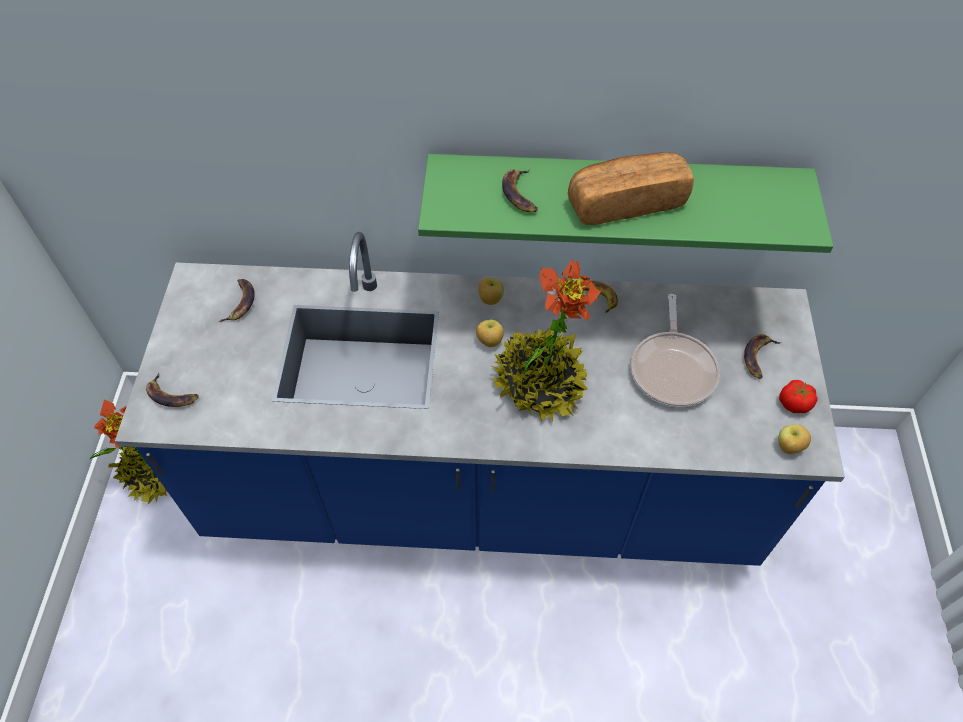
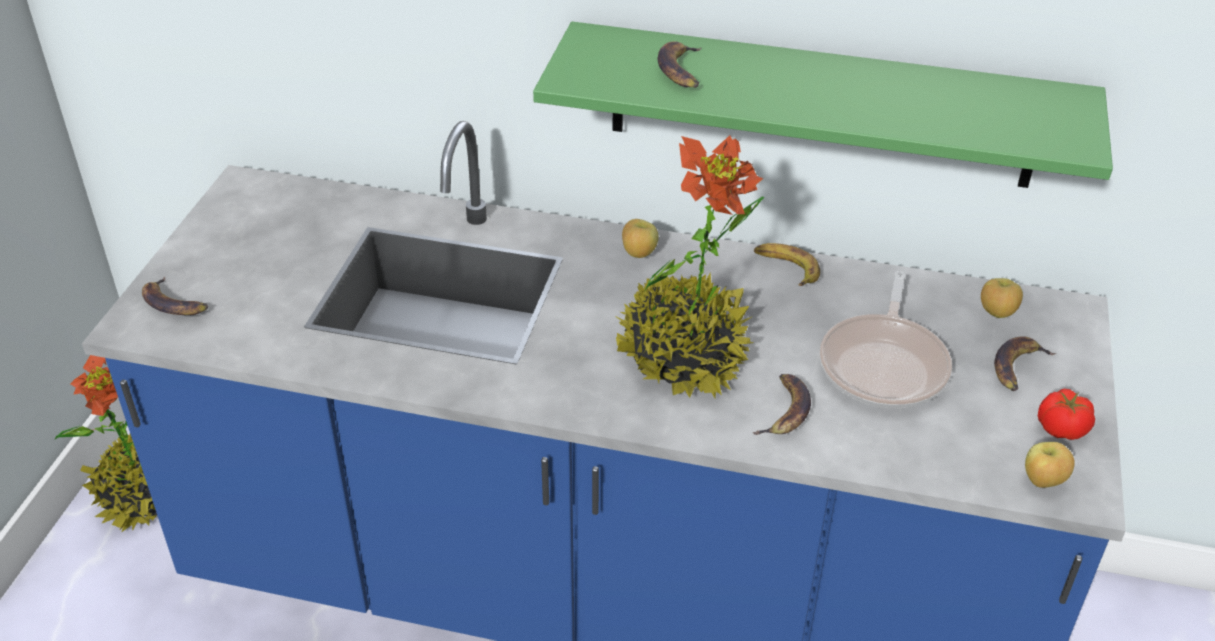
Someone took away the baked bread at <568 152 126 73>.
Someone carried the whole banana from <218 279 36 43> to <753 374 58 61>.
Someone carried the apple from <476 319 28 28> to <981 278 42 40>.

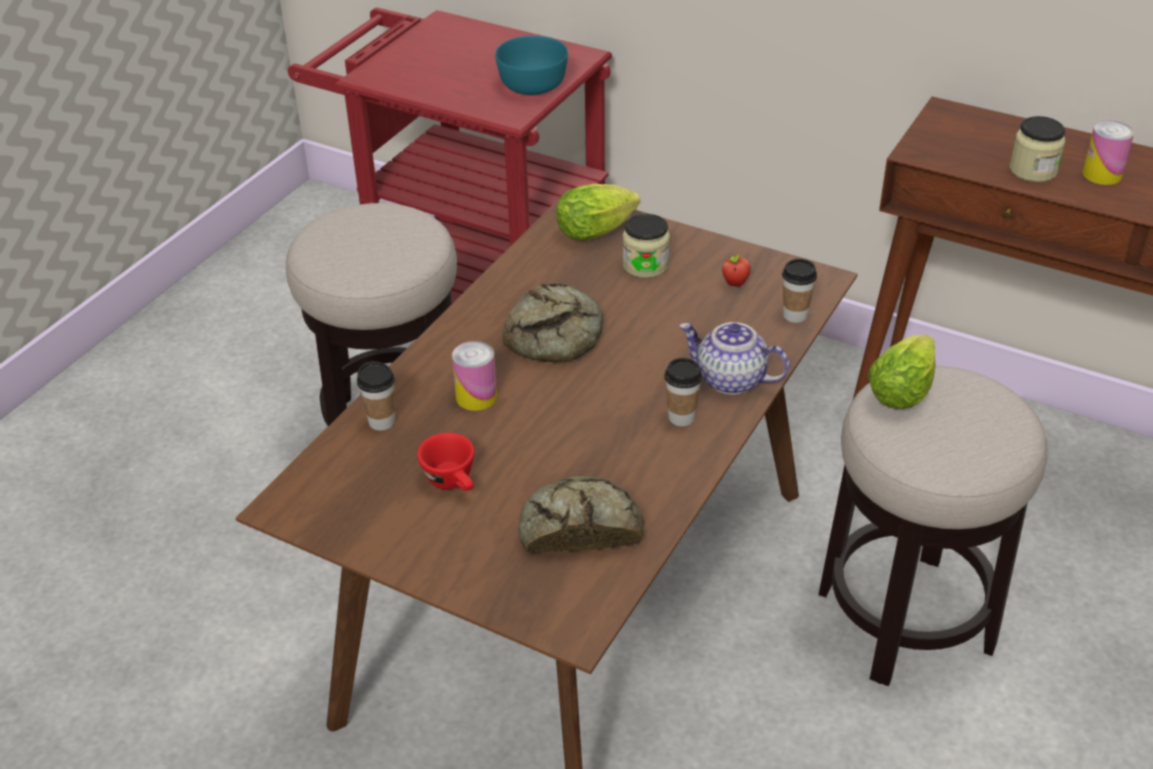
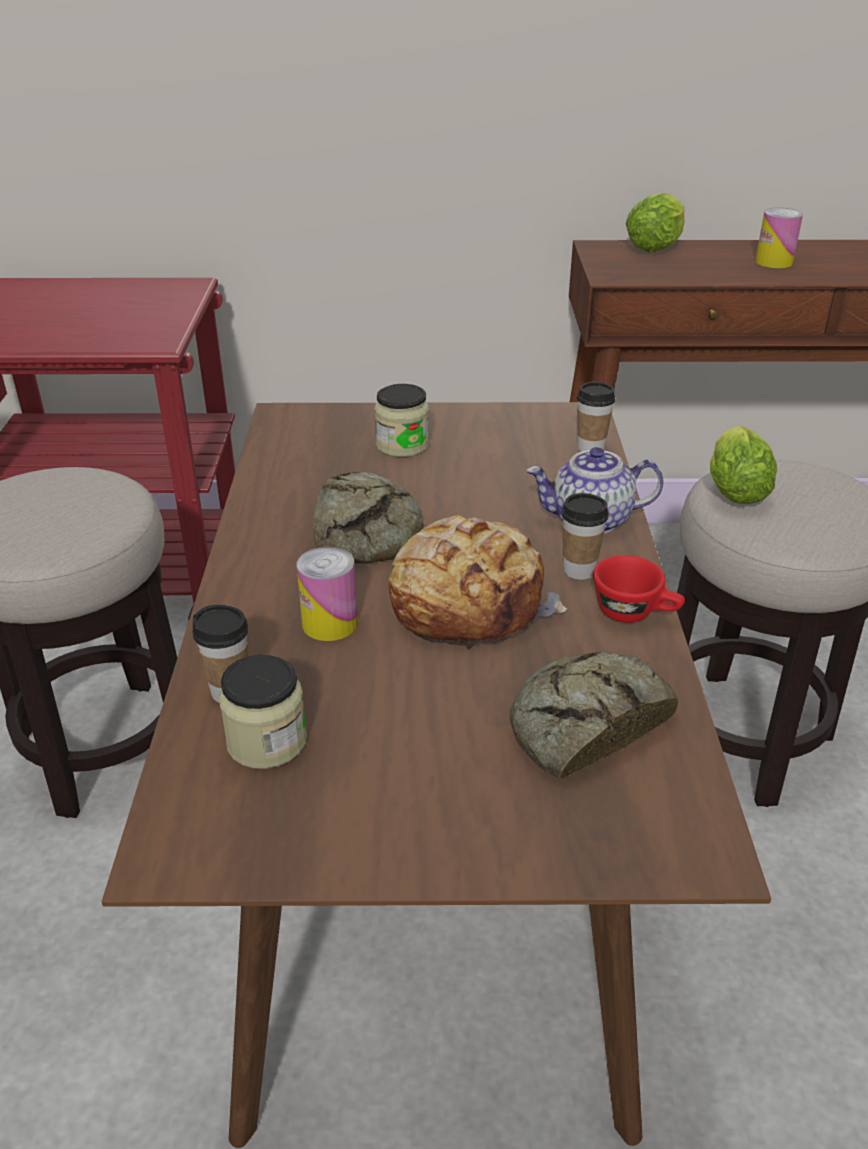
Someone took away the bowl (blue-green) at <495 36 73 59>.
Someone carried the jar from <1010 116 55 66> to <219 654 88 115>.
Someone carried the head of lettuce from <556 184 84 57> to <626 193 59 59>.
Someone took away the apple at <722 254 29 33>.
Someone carried the cup (reddish) from <417 433 58 58> to <593 555 92 68>.
Someone put down the baked bread at <388 515 179 135>.

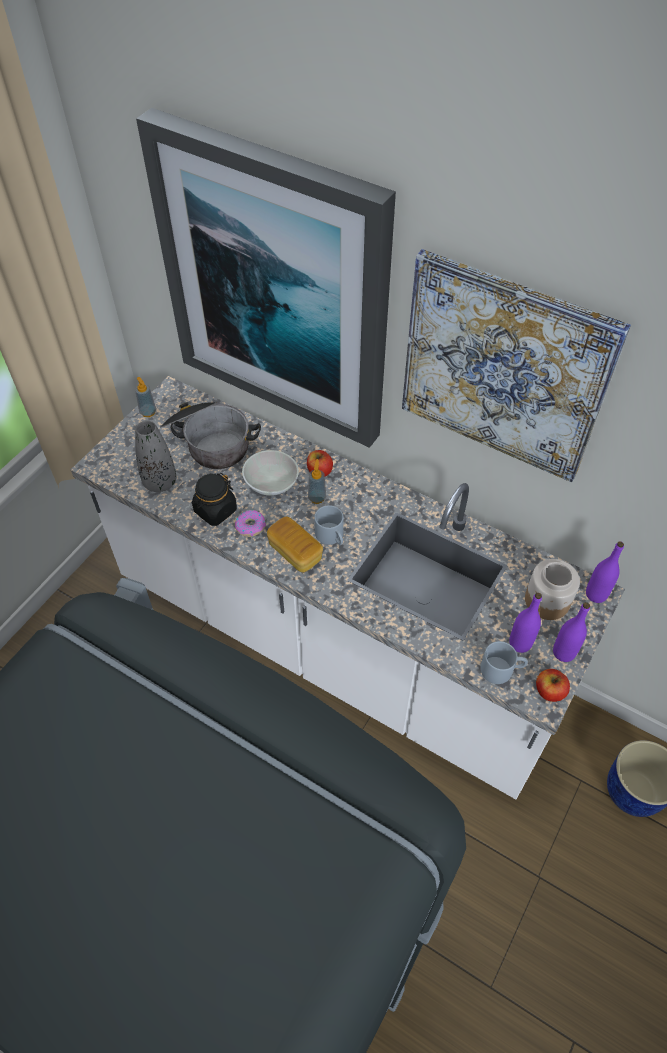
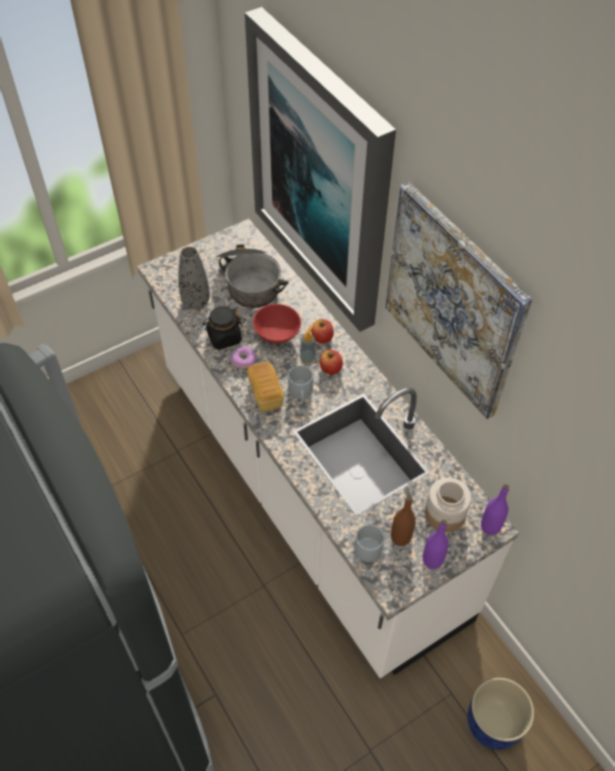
Someone took away the soap bottle at <135 377 21 40>.
Someone repainted the bowl (white) at <242 450 57 46>, which became the bowl (reddish) at <253 304 48 39>.
Someone repainted the drink bottle (purplish) at <509 593 33 60>, which became the drink bottle (brown) at <391 496 25 50>.
Someone carried the apple from <536 669 34 33> to <320 350 23 25>.

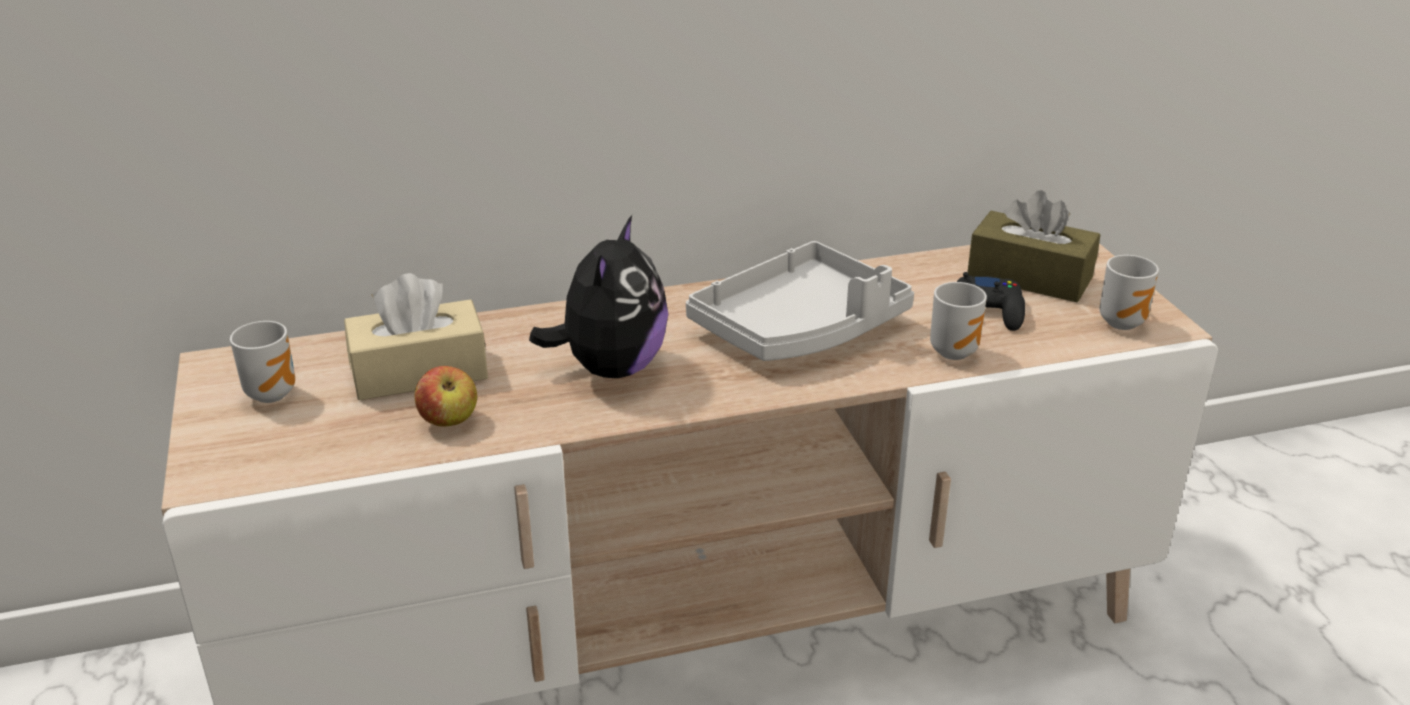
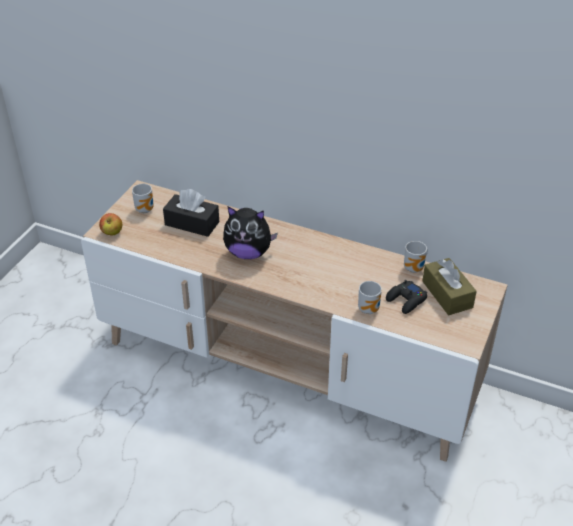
Someone rotated the plush toy at <529 215 139 163> by 45 degrees clockwise.
Someone took away the serving tray (gray) at <686 241 228 120>.
Someone carried the coffee mug from <1100 255 59 75> to <404 241 24 32>.
Someone repainted the tissue box (sand-coloured) at <344 273 144 127>, which became the tissue box (black) at <163 189 56 48>.
Someone carried the apple from <415 366 62 61> to <99 213 23 22>.

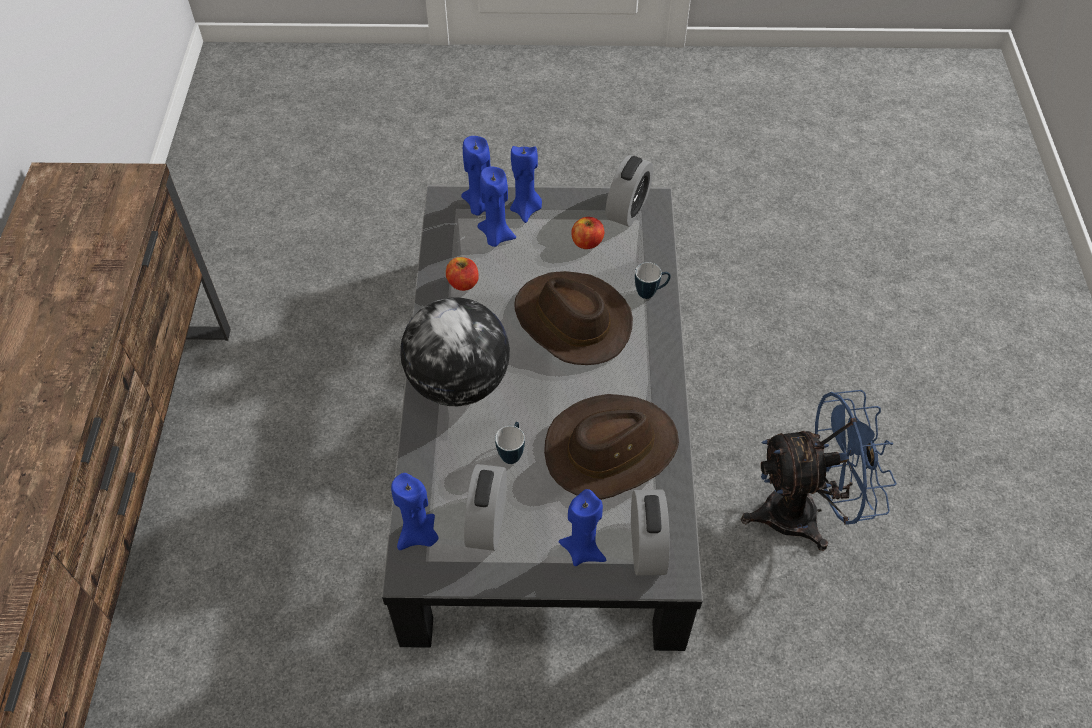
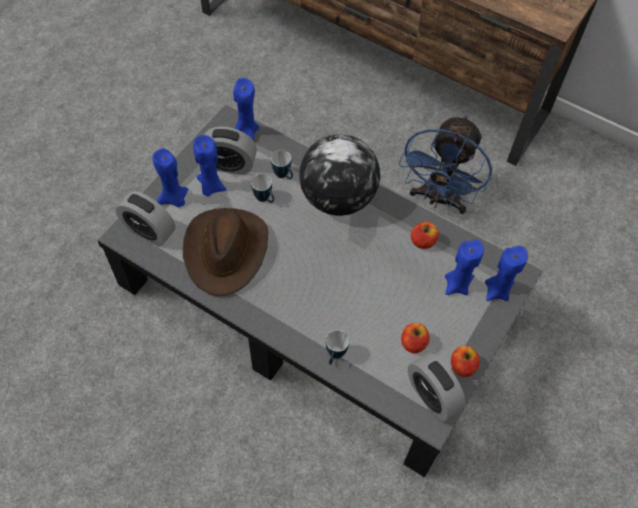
Someone carried the wax light (blue) from <510 146 32 77> to <193 135 34 61>.
Someone took away the hat (brown) at <515 271 118 94>.
Someone carried the cooling fan (blue) from <741 390 156 161> to <398 115 94 99>.
Someone rotated the table clock at <464 464 43 87> by 150 degrees clockwise.
Someone put down the coffee mug at <271 150 22 29>.
Someone put down the apple at <451 346 29 31>.

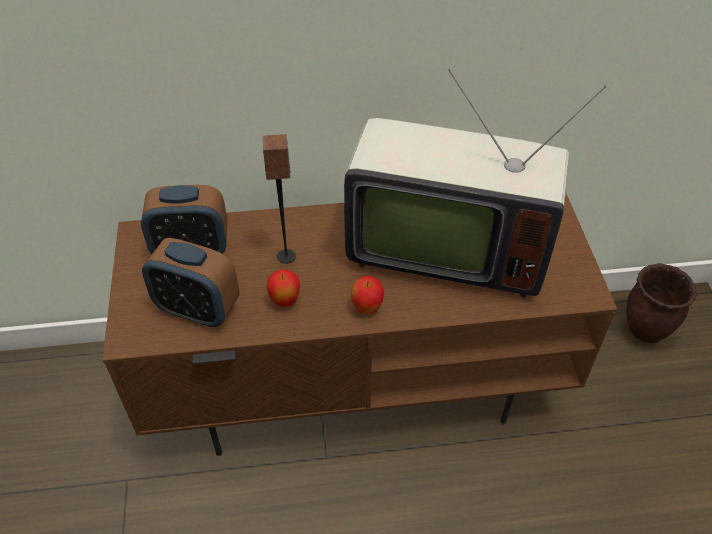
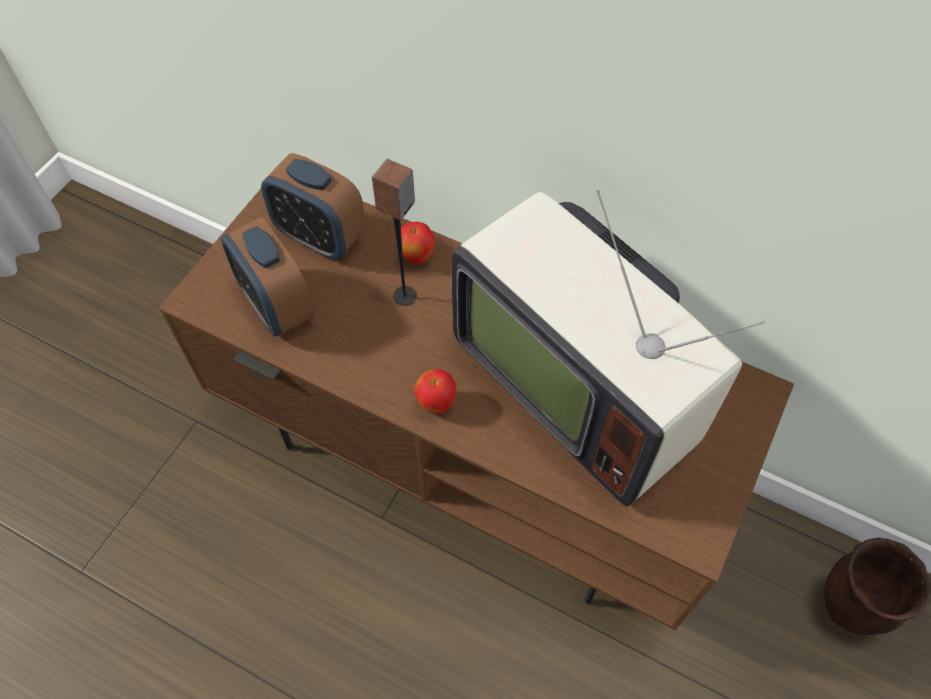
Someone carried the apple from <266 269 34 38> to <401 222 34 43>.

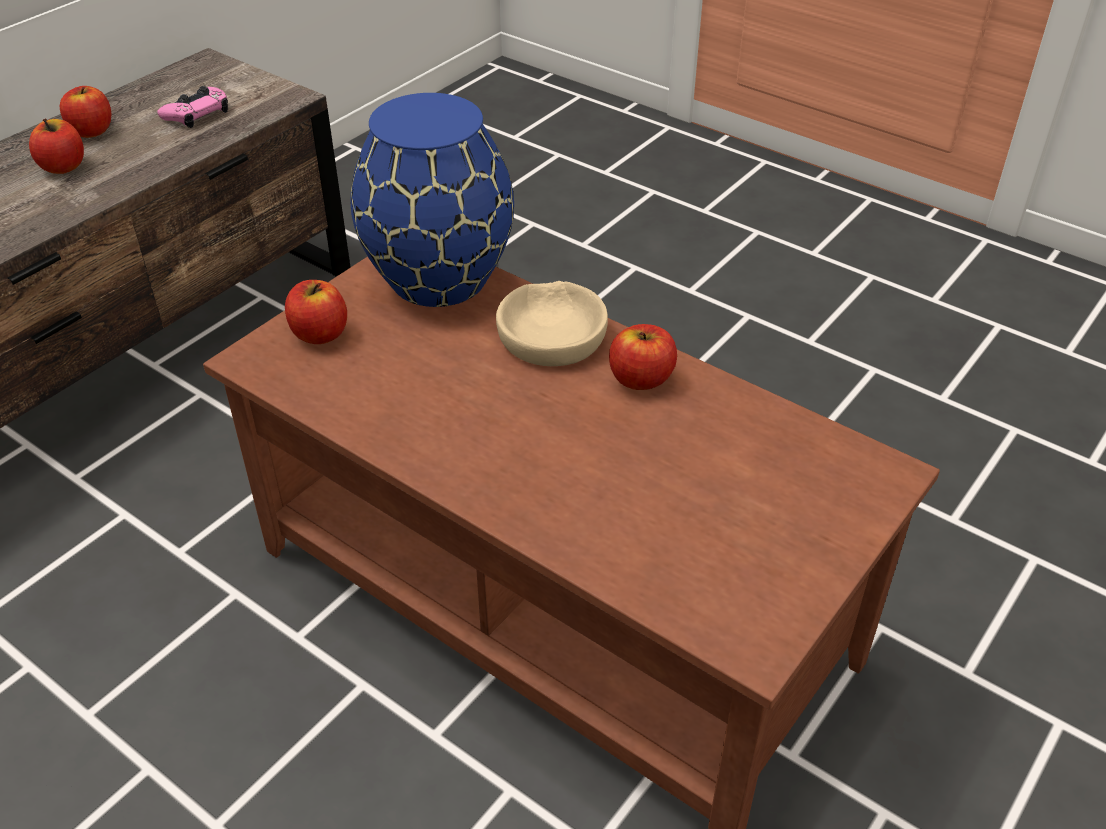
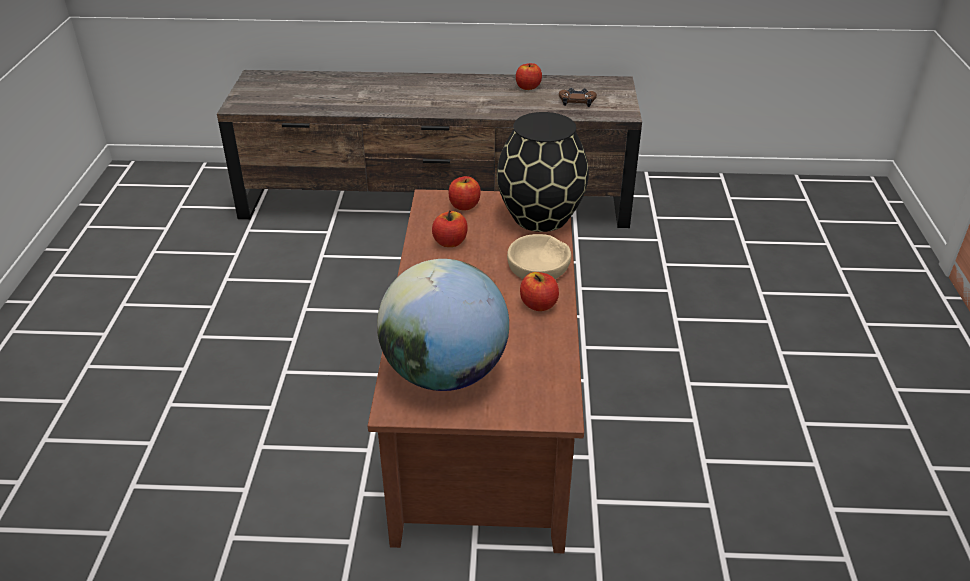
Someone repainted the joypad (pink) at <157 86 71 42>, which became the joypad (brown) at <559 88 38 19>.
Someone repainted the vase (blue) at <350 93 164 214>, which became the vase (black) at <497 112 92 120>.
Someone carried the apple from <29 119 55 55> to <432 210 36 37>.
Someone put down the world globe at <377 259 132 132>.

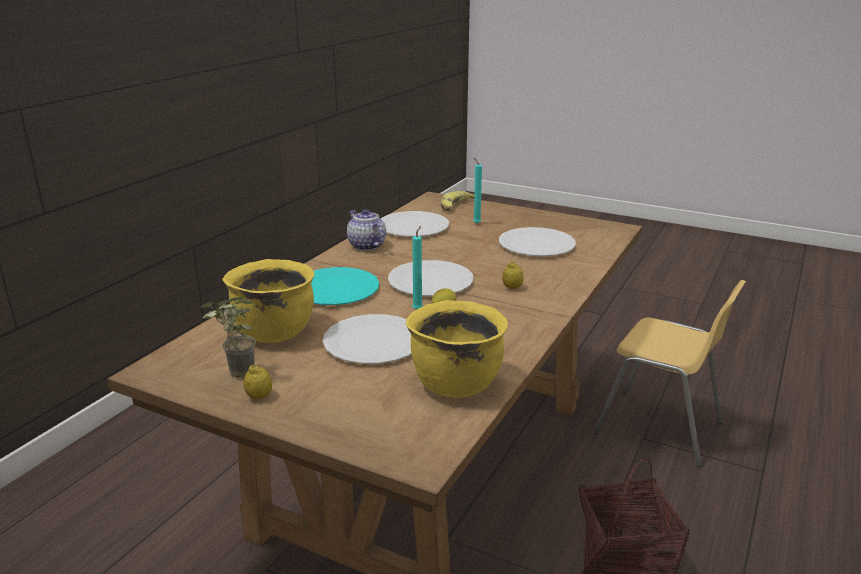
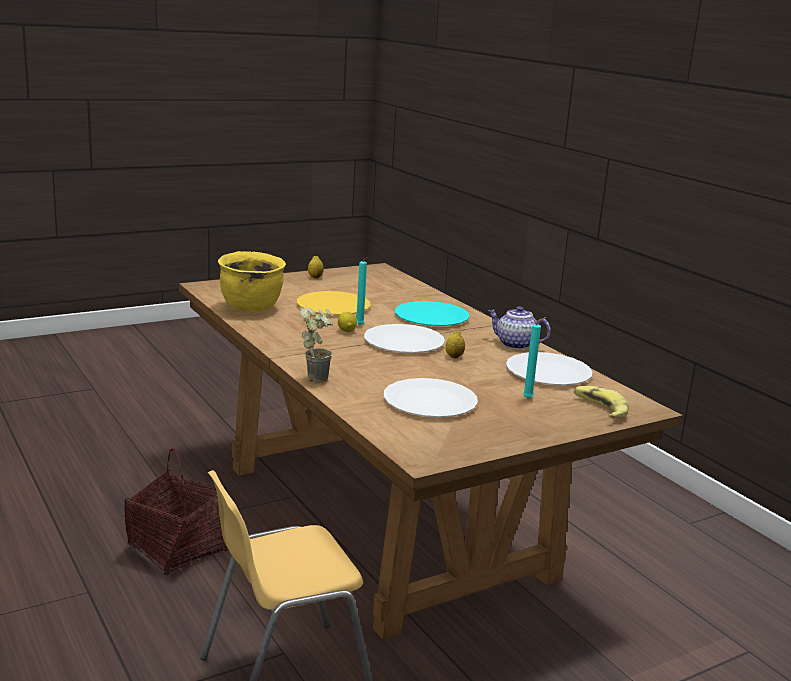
Someone rotated the teapot at <347 209 39 42> by 150 degrees counterclockwise.
Someone took away the stockpot (yellow-coloured) at <223 259 91 84>.
Someone carried the whole lemon from <502 262 21 27> to <446 330 19 28>.
Someone carried the houseplant from <201 297 55 81> to <300 307 33 76>.
Someone repainted the dinner plate (white) at <323 314 88 50>, which became the dinner plate (yellow-coloured) at <297 291 74 24>.

